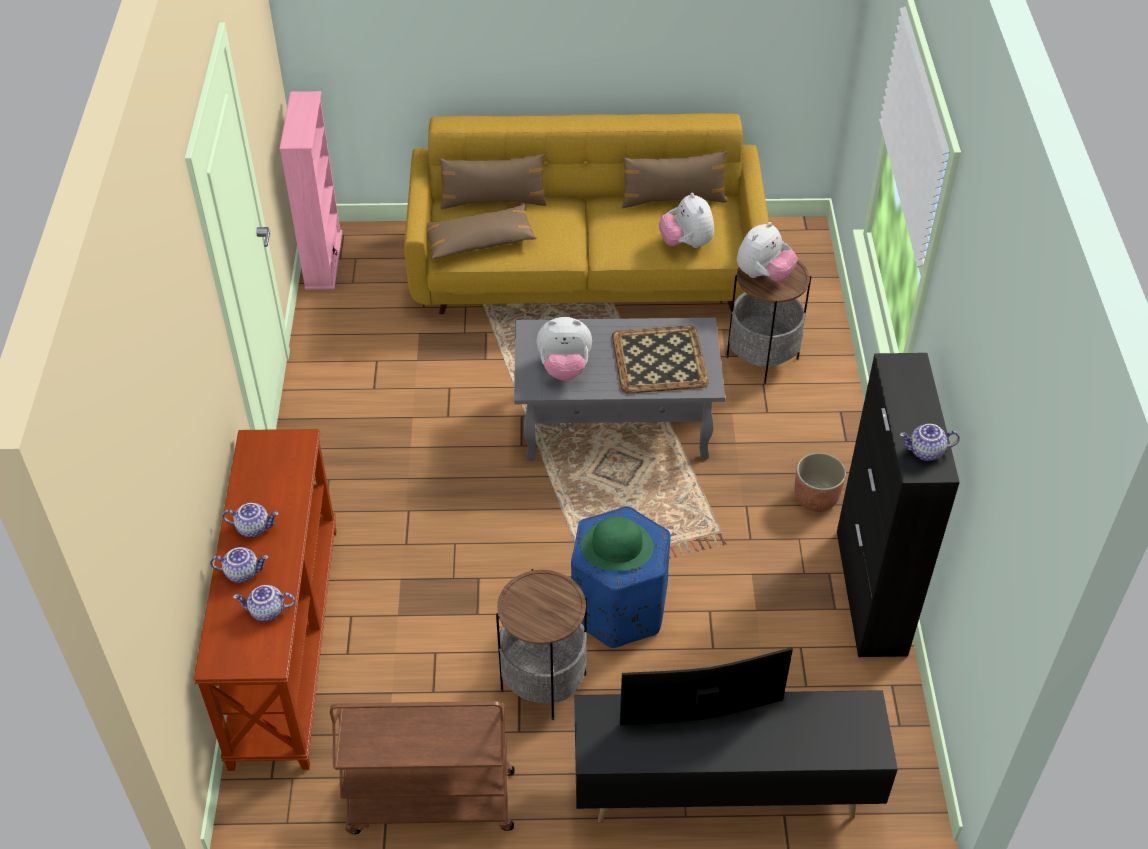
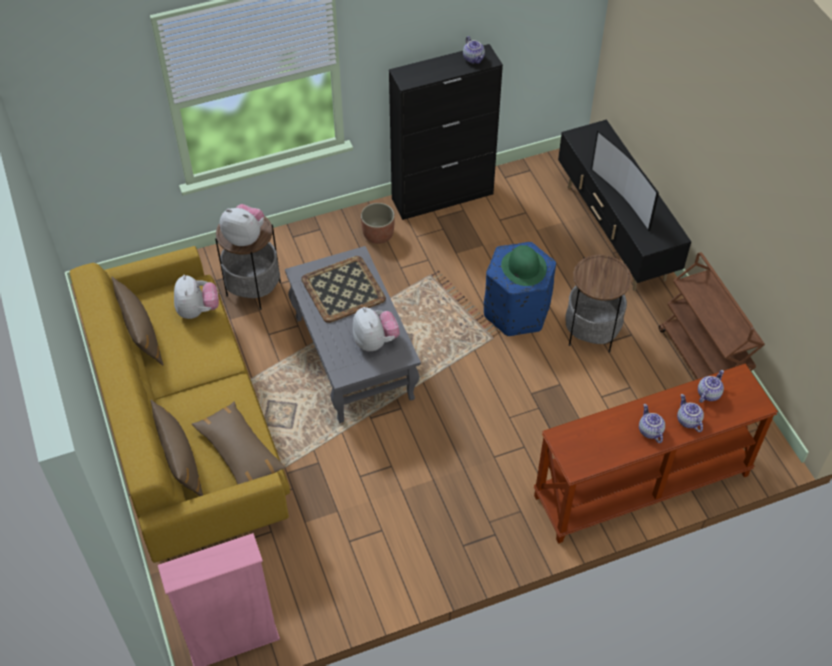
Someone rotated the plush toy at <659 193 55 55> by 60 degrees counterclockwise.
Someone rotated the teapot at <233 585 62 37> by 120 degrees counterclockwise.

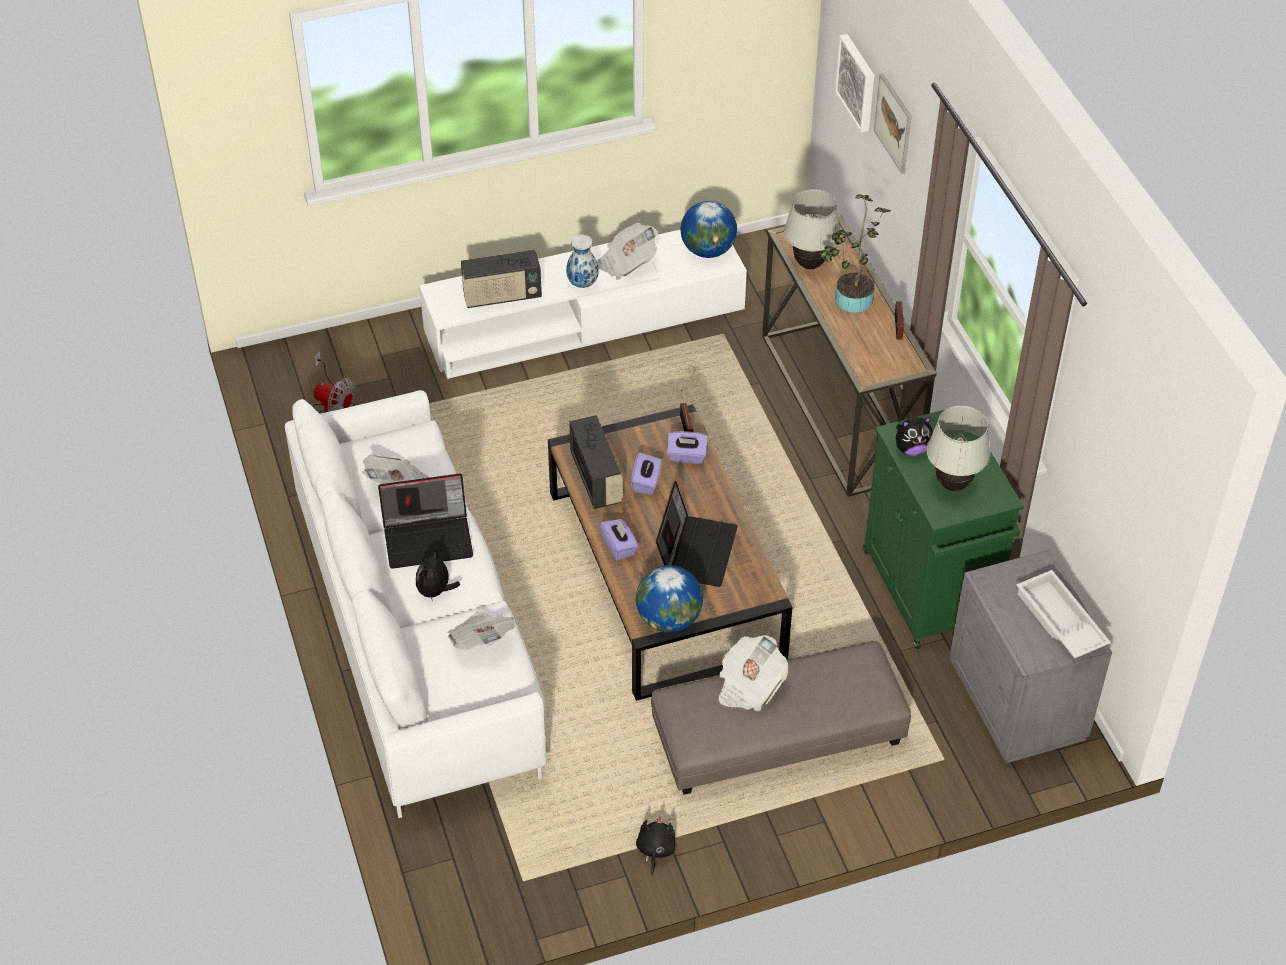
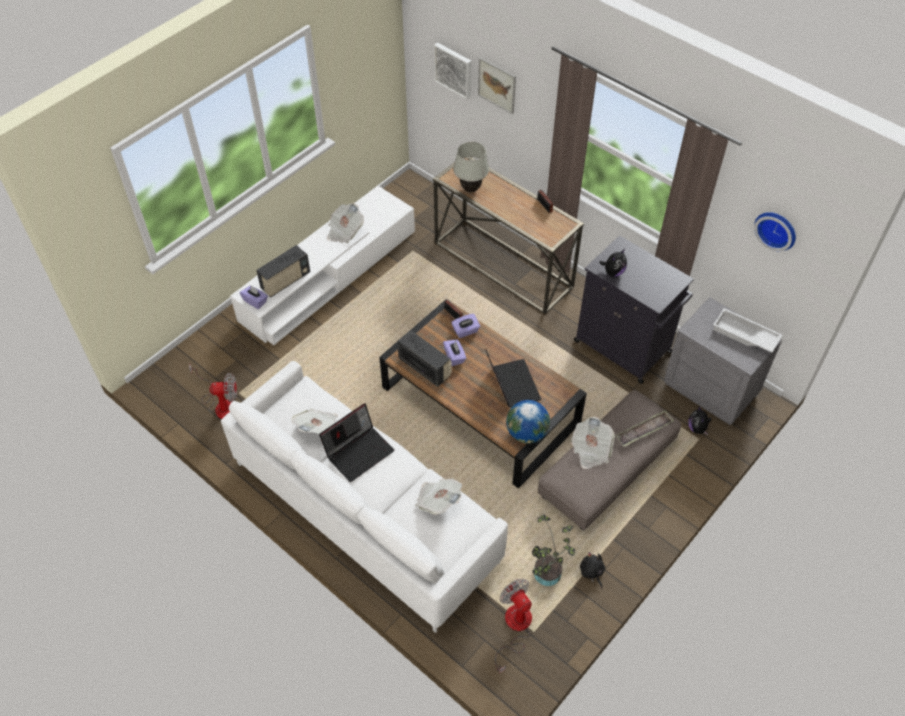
Someone carried the houseplant from <819 194 72 119> to <532 515 43 71>.
Someone took away the world globe at <681 201 56 57>.
Someone took away the vase at <566 235 33 53>.
Someone repainted the storage cabinet (green) at <863 405 161 244>, which became the storage cabinet (black) at <574 235 120 149>.
Someone took away the tabletop lamp (white) at <926 406 64 85>.
Someone carried the tissue box (purplish) from <599 519 39 42> to <240 286 28 23>.
Someone carried the plush toy from <416 549 44 52> to <688 406 24 29>.
Someone put up the hanging clock at <754 212 42 39>.
Someone put down the serving tray at <615 410 59 37>.
Someone put down the cooling fan at <495 579 37 94>.

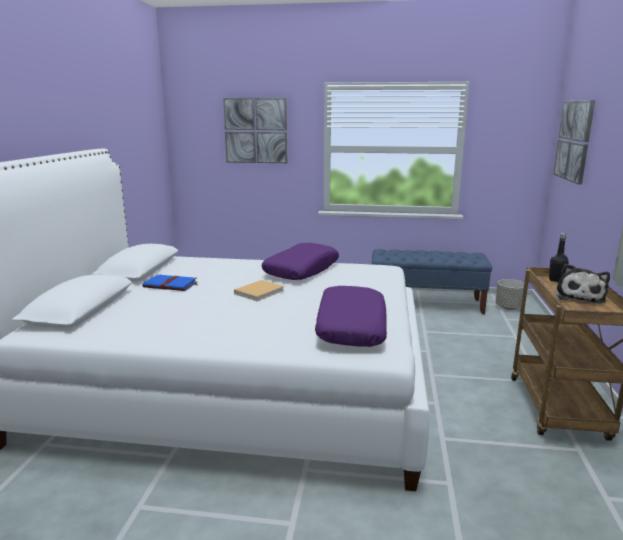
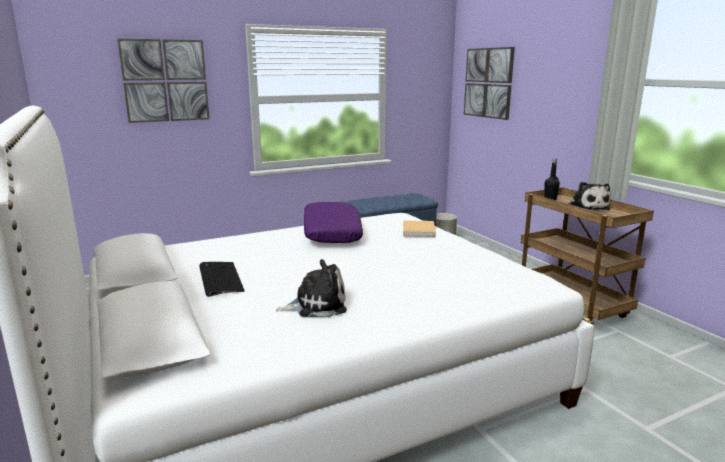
Someone swapped the book (blue) at <142 274 57 17> for the keyboard at <199 262 46 35>.
Someone carried the book (sand-coloured) from <234 280 50 21> to <403 220 33 17>.
Someone took away the throw pillow (purplish) at <315 286 72 61>.
Someone put down the plush toy at <275 259 72 58>.

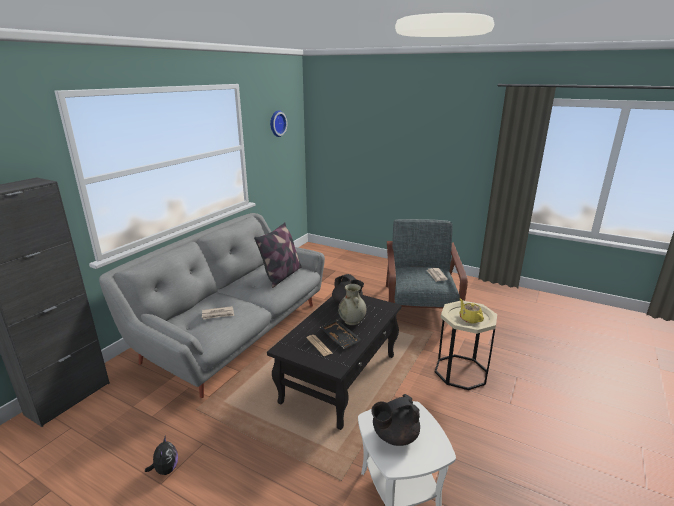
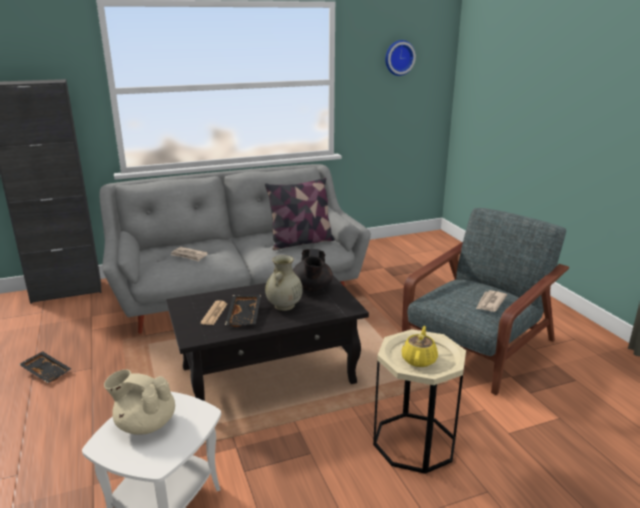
Someone repainted the teapot (black) at <371 394 49 52>, which became the teapot (sand-coloured) at <104 369 71 66>.
Someone swapped the plush toy at <145 437 33 38> for the serving tray (black) at <19 351 52 32>.

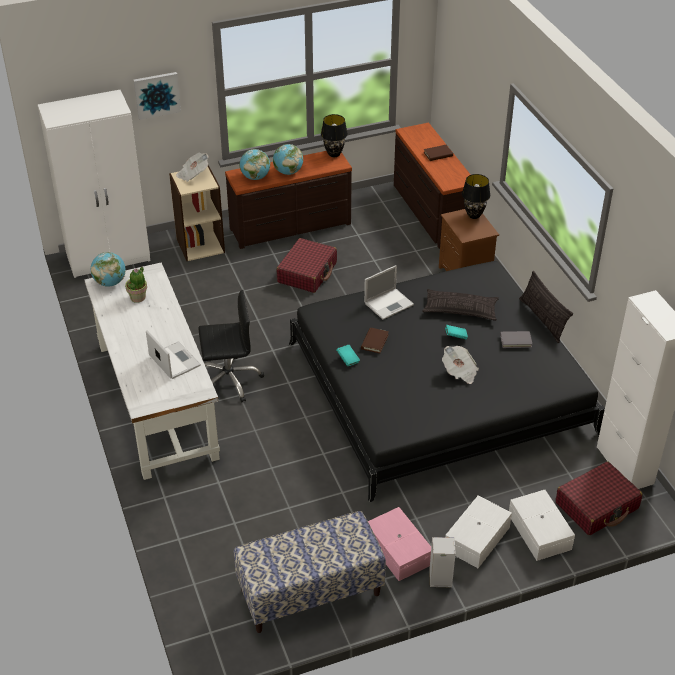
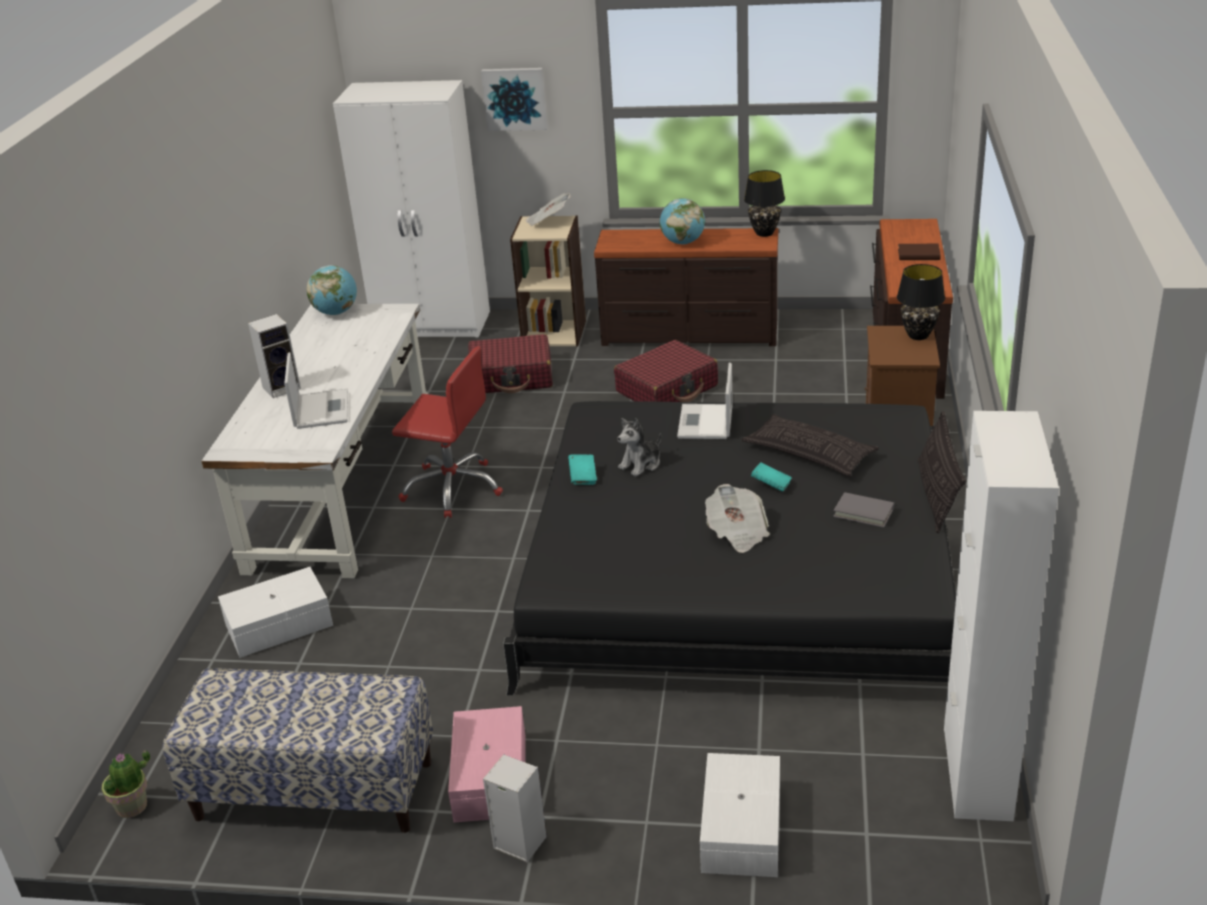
Someone took away the world globe at <240 149 30 31>.
Someone rotated the laptop at <364 265 50 54> by 105 degrees clockwise.
Someone carried the houseplant from <125 266 22 37> to <102 750 48 68>.
Someone repainted the office chair (black) at <198 290 66 112>, which became the office chair (reddish) at <392 346 111 172>.
Someone swapped the book (brown) at <361 328 28 25> for the plush toy at <617 418 44 59>.
Someone carried the piece of luggage (reddish) from <556 461 86 74> to <468 334 85 59>.
Someone carried the storage bin (white) from <445 495 67 73> to <218 567 115 91>.
Someone put down the loudspeaker at <248 314 53 84>.

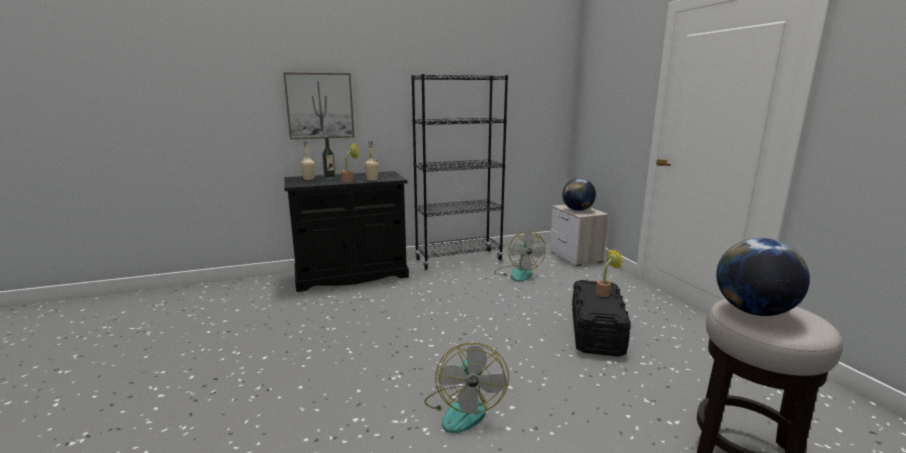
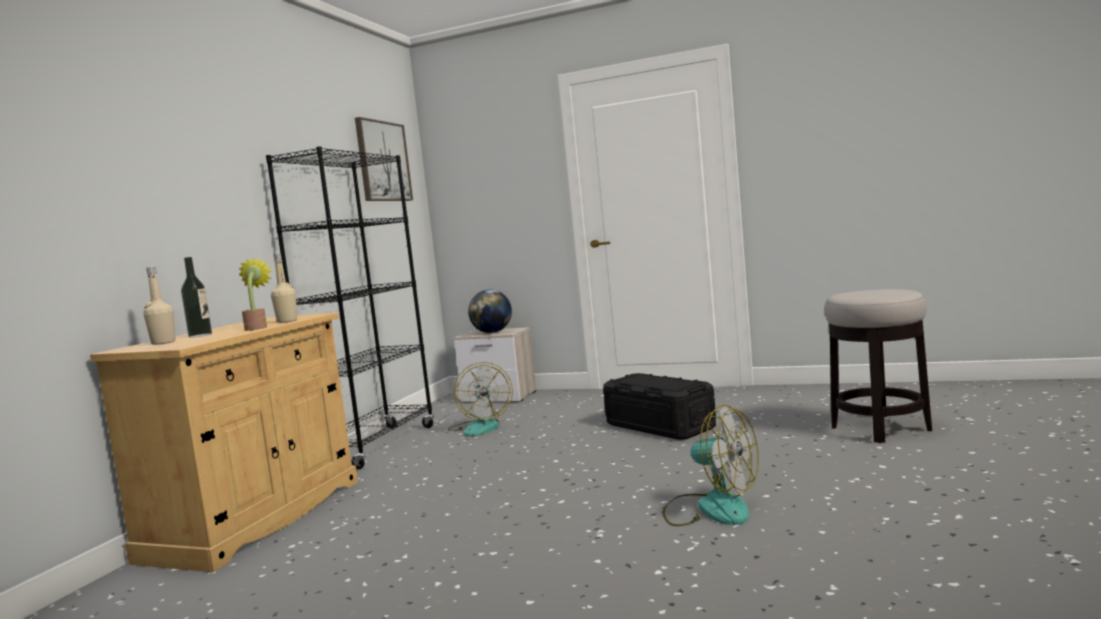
Someone carried the picture from <284 72 70 67> to <355 117 58 84>.
Someone repainted the storage cabinet (black) at <284 171 125 121>, which became the storage cabinet (sand-coloured) at <90 313 268 259>.
Someone rotated the cooling fan at <494 230 52 52> by 60 degrees clockwise.
Someone took away the world globe at <716 238 94 78>.
Someone took away the houseplant at <596 248 28 49>.

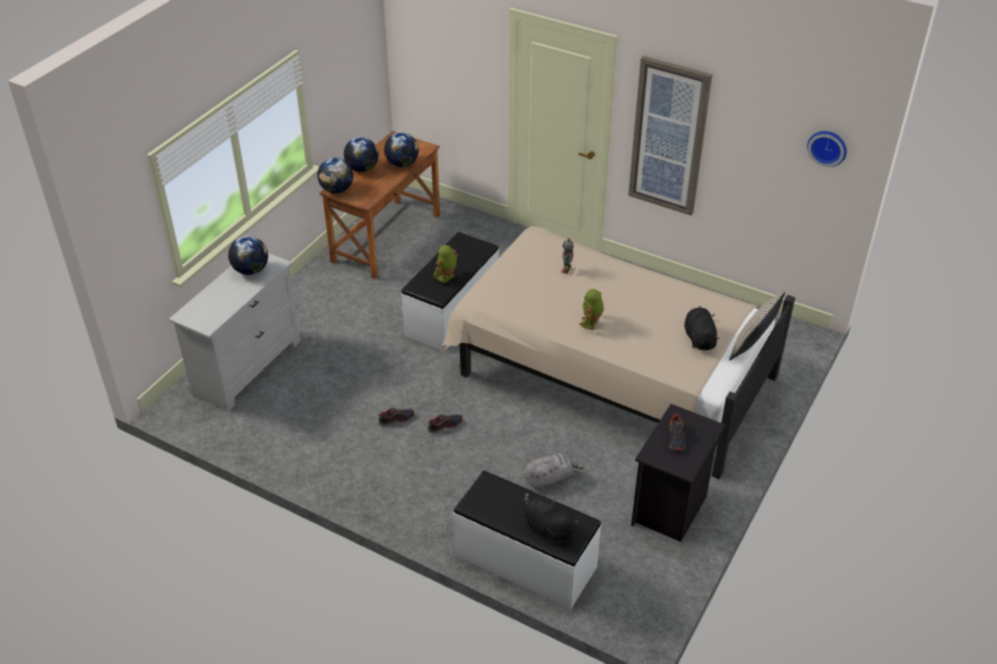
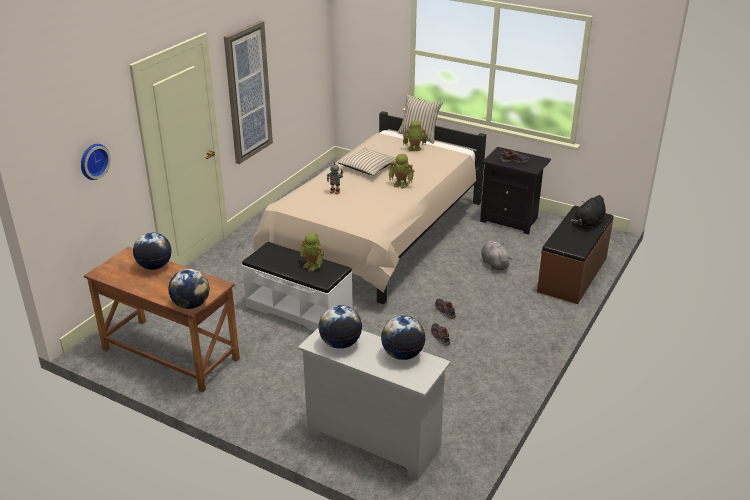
Someone carried the hanging clock from <807 131 40 36> to <81 144 30 36>.
Someone carried the world globe from <344 137 35 35> to <381 316 45 44>.
Someone swapped the plush toy (black) at <684 306 36 44> for the toy robot at <403 121 24 30>.
Someone repainted the indoor bench (white) at <453 471 149 138>, which became the indoor bench (brown) at <537 206 77 98>.
Someone put down the throw pillow (sand-coloured) at <337 148 59 28>.

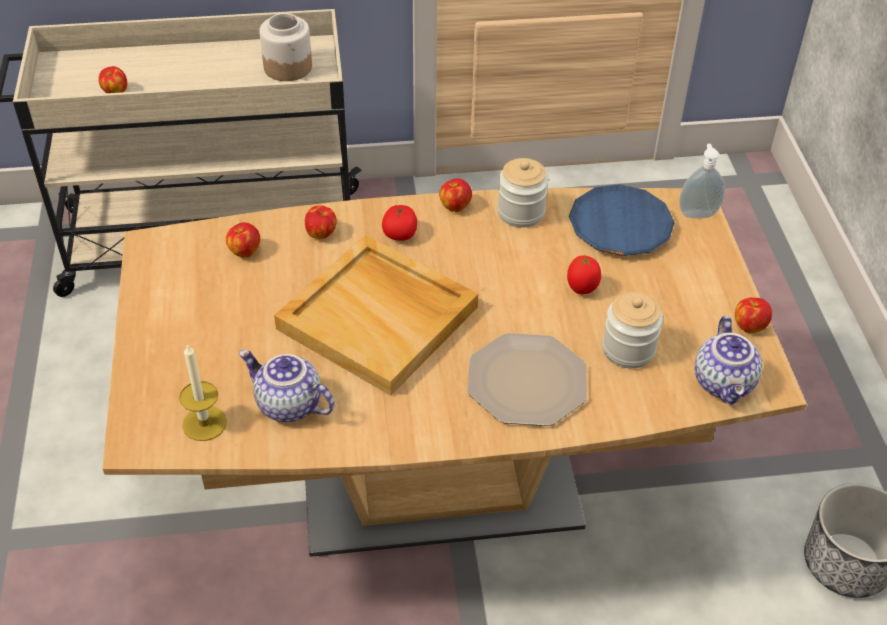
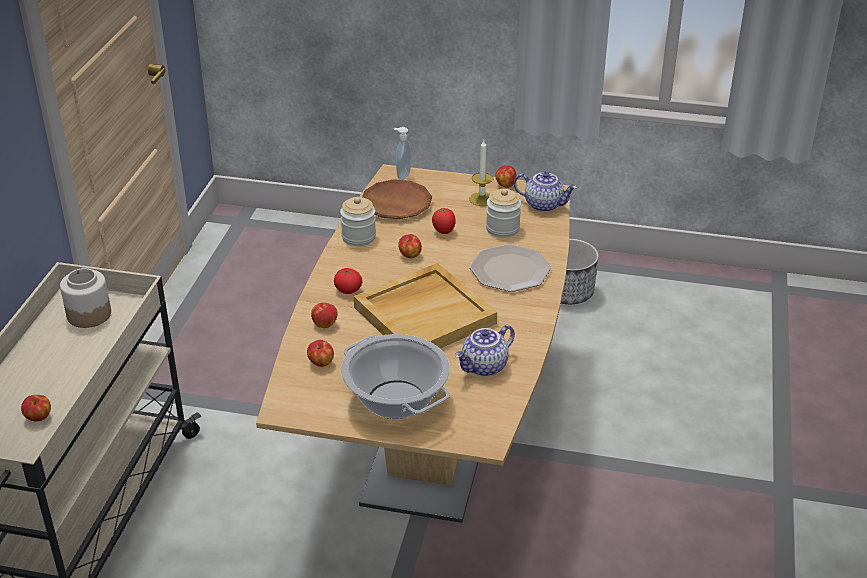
Someone carried the apple from <439 178 33 34> to <398 234 24 24>.
Someone repainted the dinner plate (blue) at <569 184 106 72>, which became the dinner plate (brown) at <362 179 70 40>.
Someone carried the wax light from <179 344 48 97> to <469 140 24 66>.
Someone put down the stockpot at <341 334 109 85>.

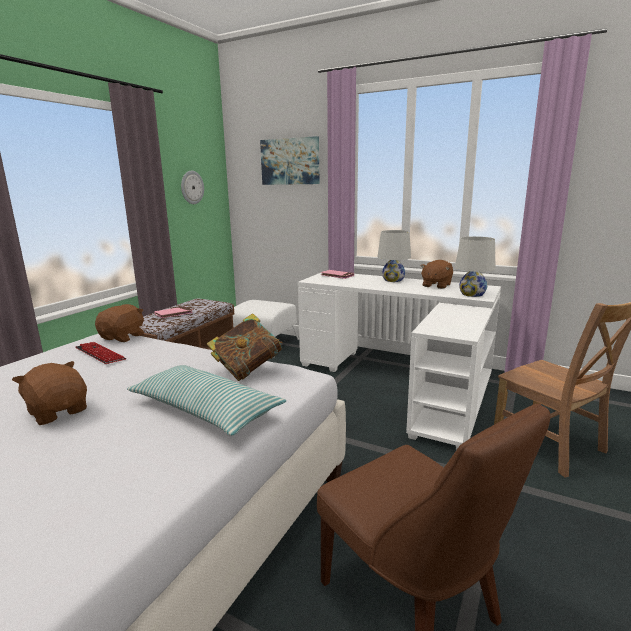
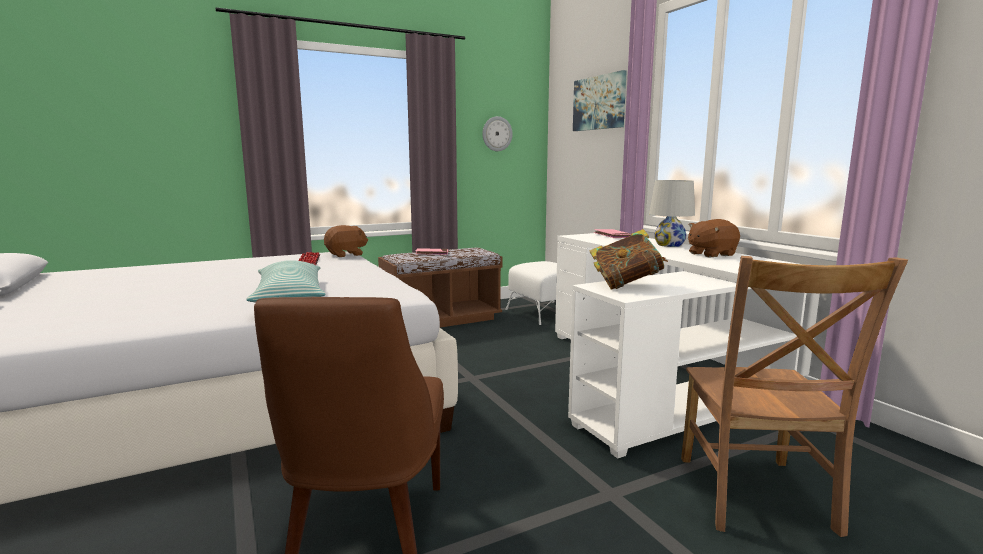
Someone took away the tabletop lamp (white) at <455 236 40 61>.
Someone carried the book from <207 313 76 68> to <590 229 78 61>.
Someone took away the plush toy (brown) at <12 361 75 64>.

